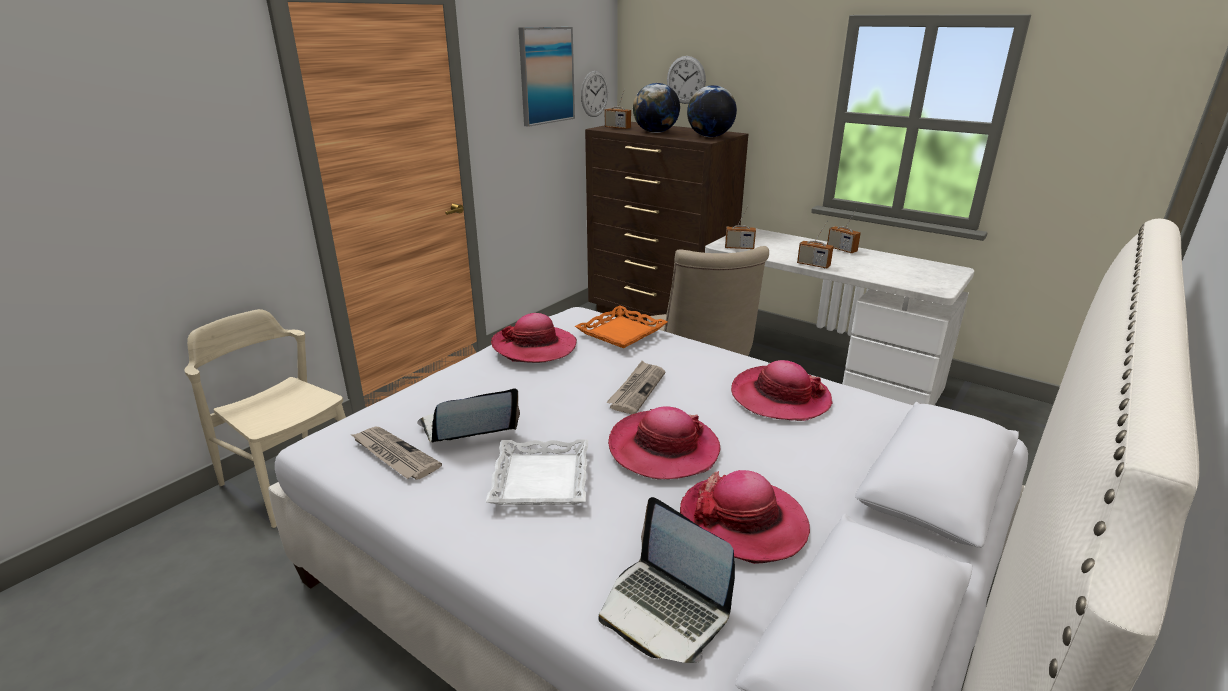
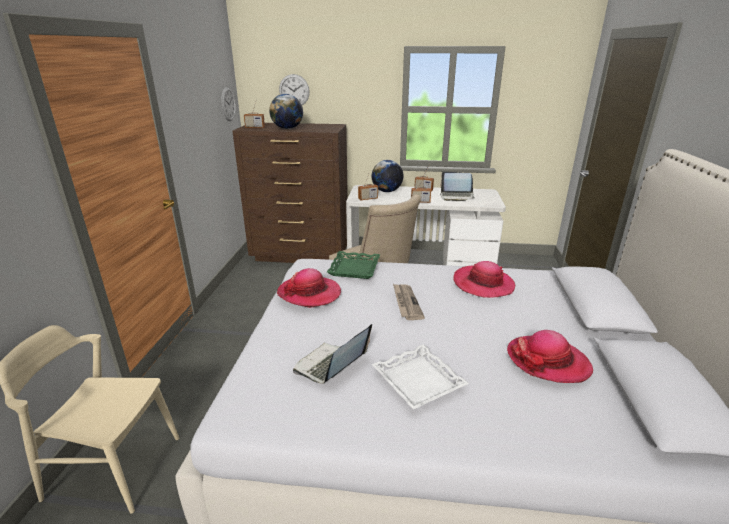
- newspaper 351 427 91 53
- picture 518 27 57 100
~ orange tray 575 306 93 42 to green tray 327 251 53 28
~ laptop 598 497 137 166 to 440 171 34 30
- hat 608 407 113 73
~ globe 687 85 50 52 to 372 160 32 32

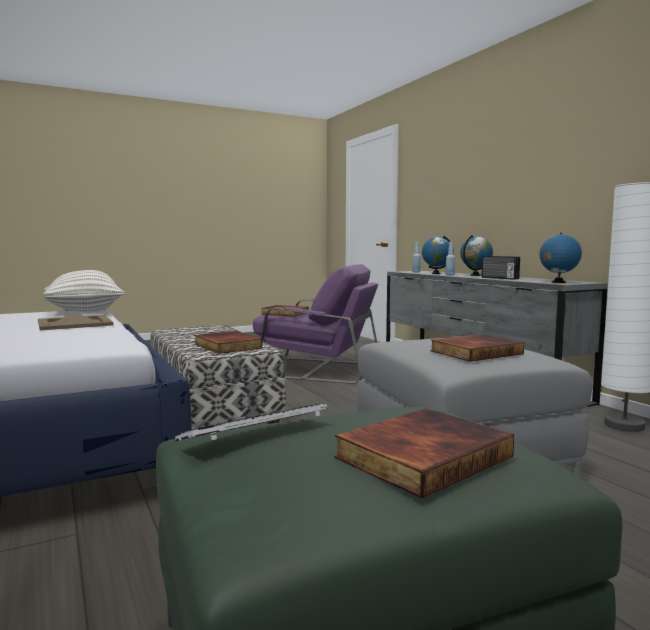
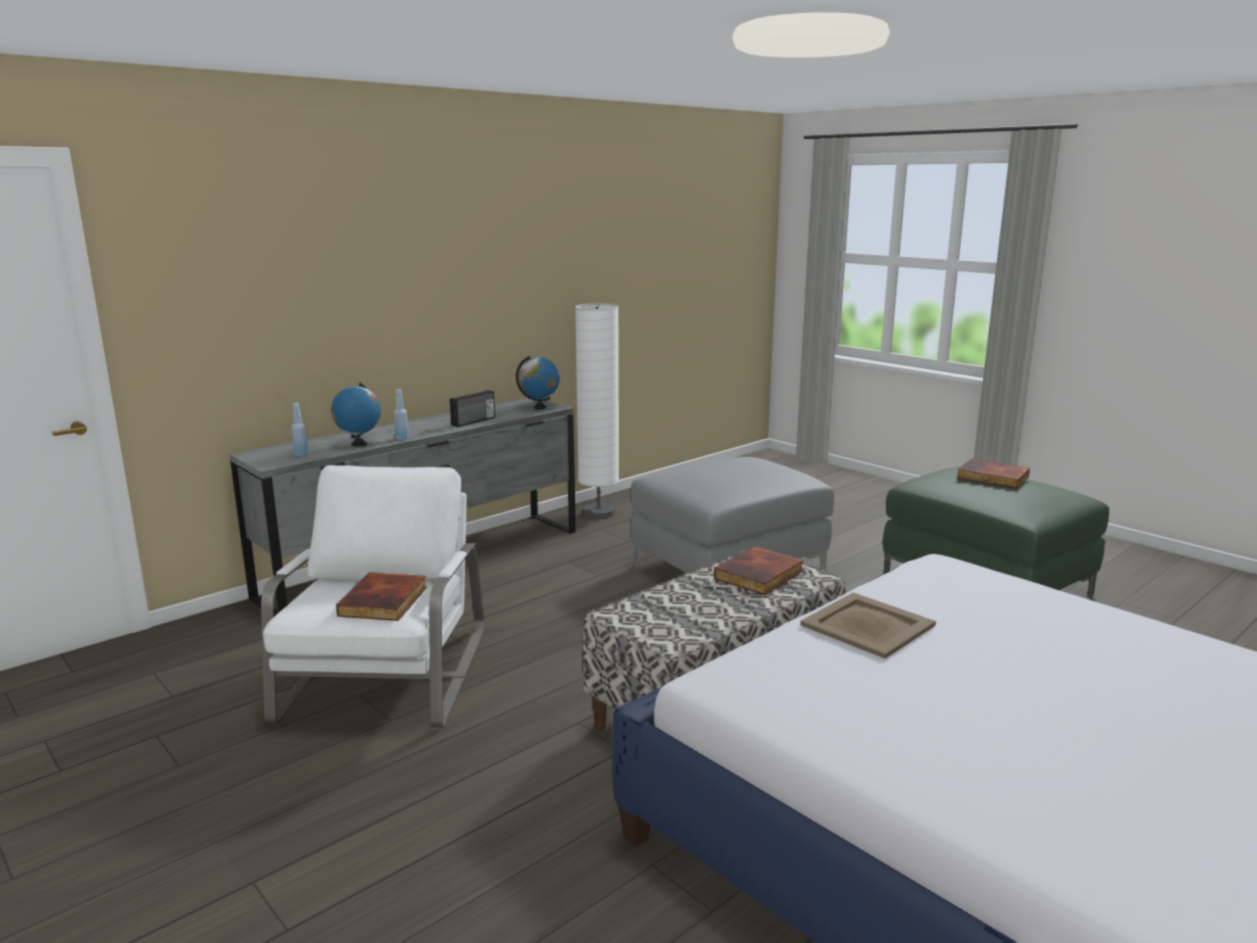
- pillow 43 270 82 42
- keyboard 175 403 153 38
~ purple armchair 253 264 125 120 to white armchair 261 465 223 263
- book 430 334 94 28
- globe 460 235 33 41

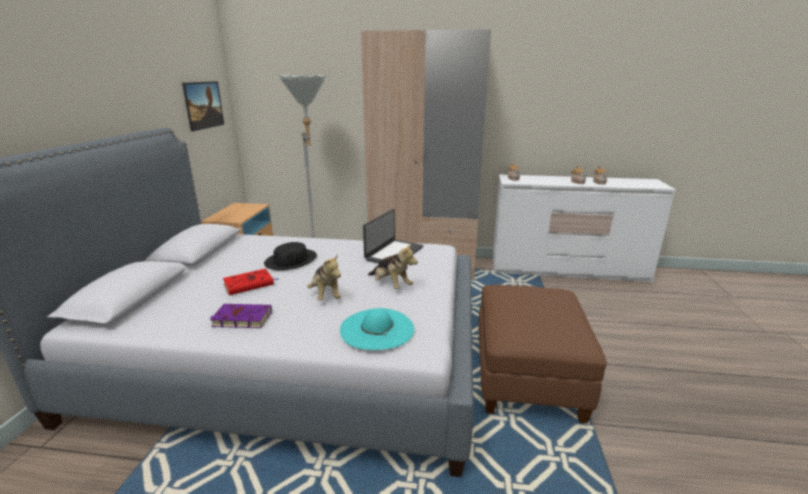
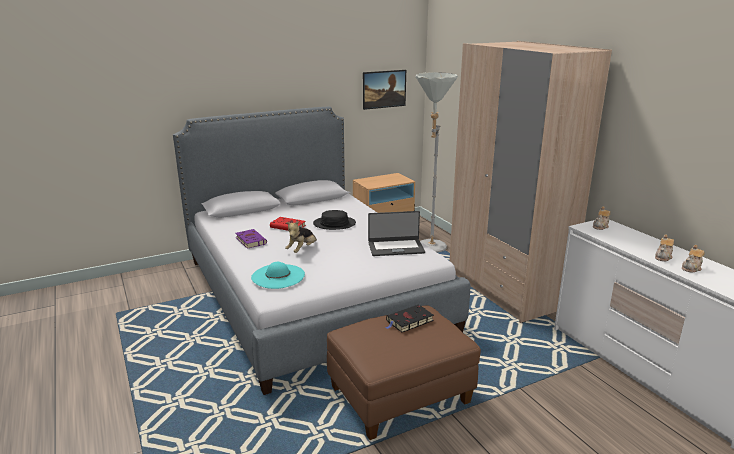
- plush toy 368 244 50 45
+ black book 385 304 49 28

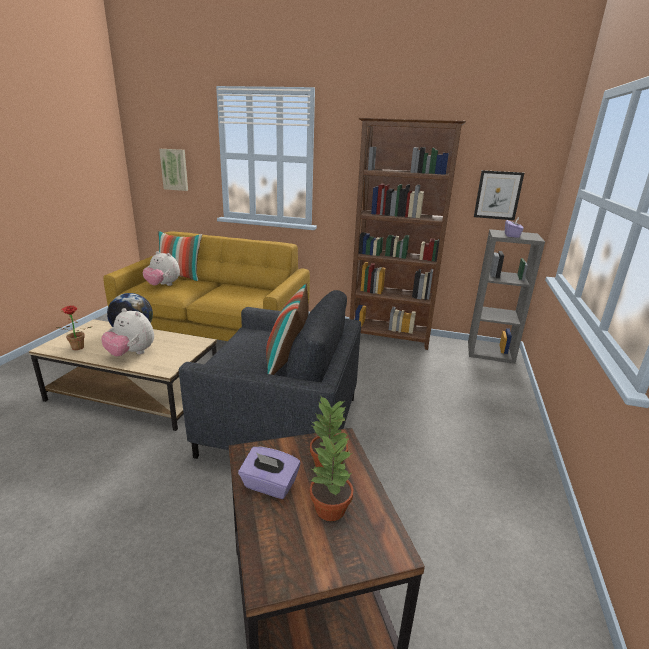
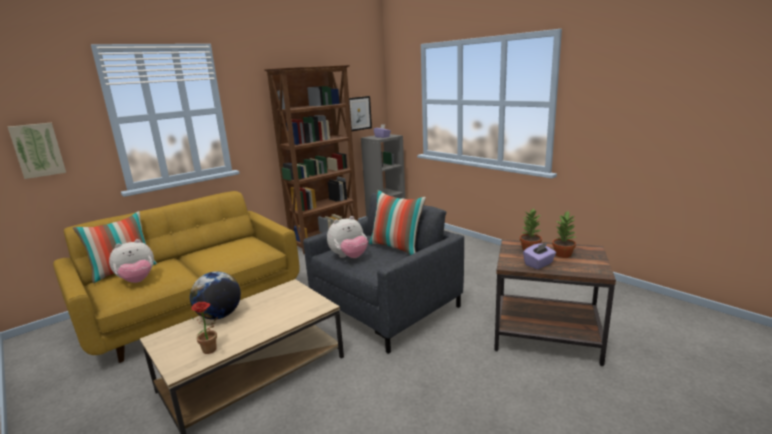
~ plush toy 101 308 53 49 to 327 216 41 42

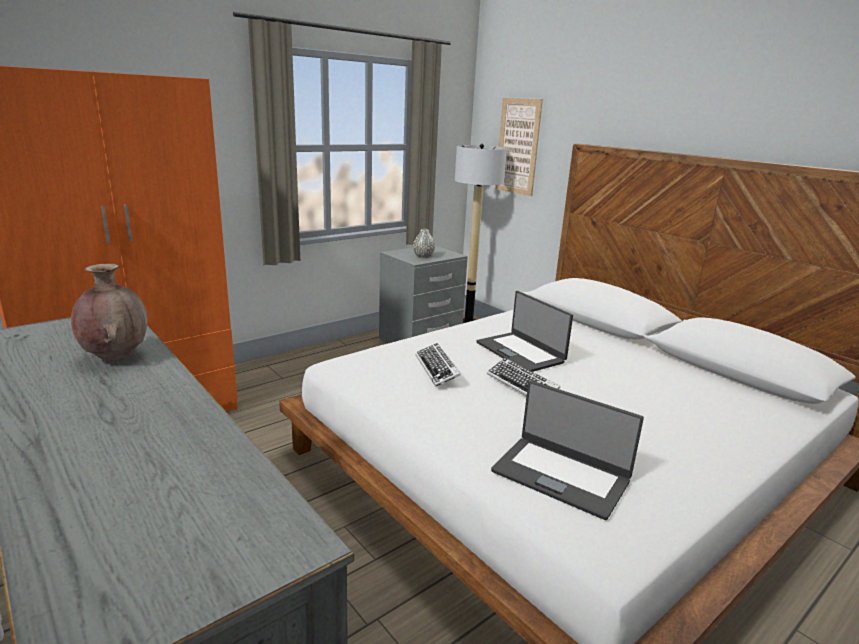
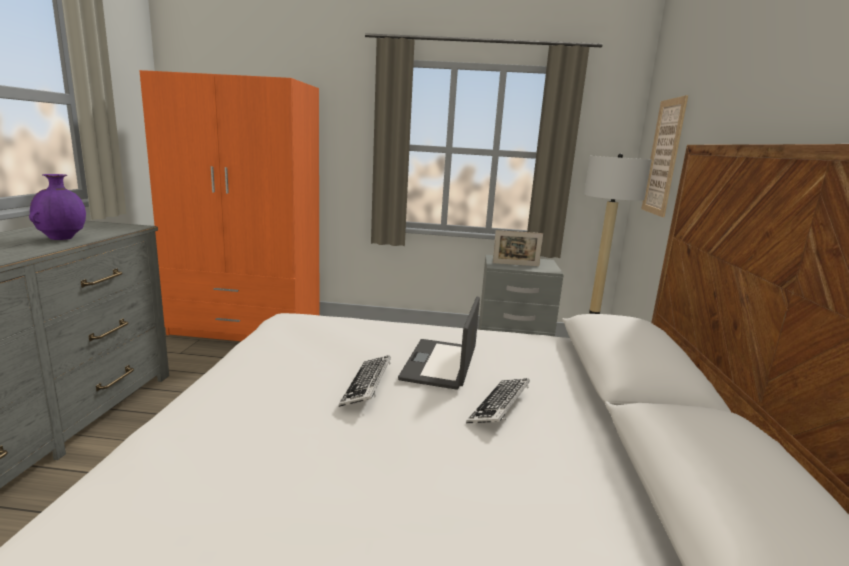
~ brown vase 71 264 76 98 to purple vase 29 174 57 66
~ grey vase 413 229 22 29 to picture frame 493 230 50 36
~ keyboard 416 343 45 44 to 466 378 64 45
- laptop 491 380 153 140

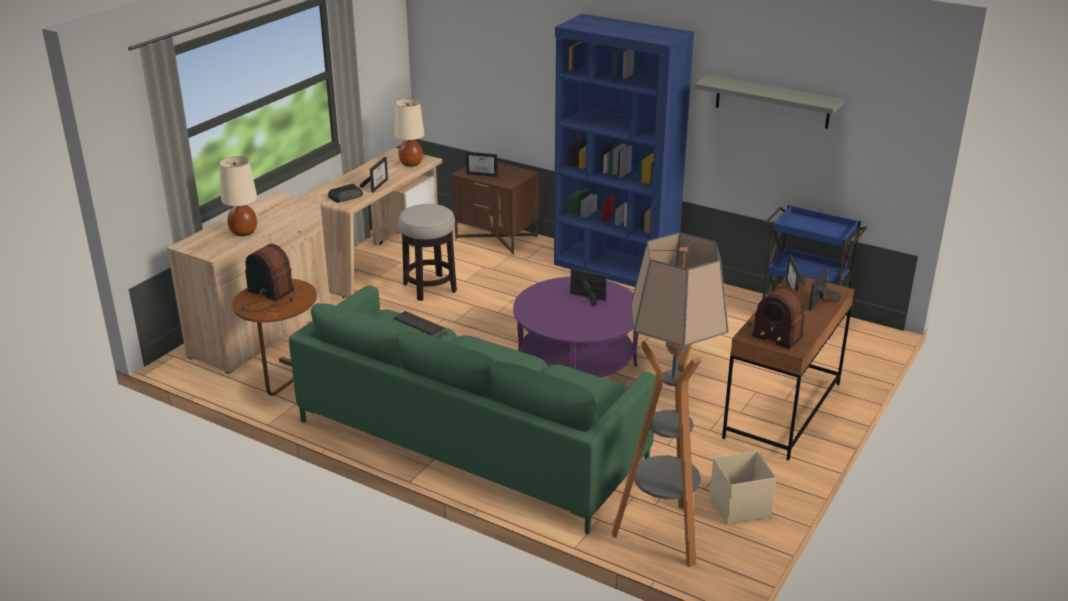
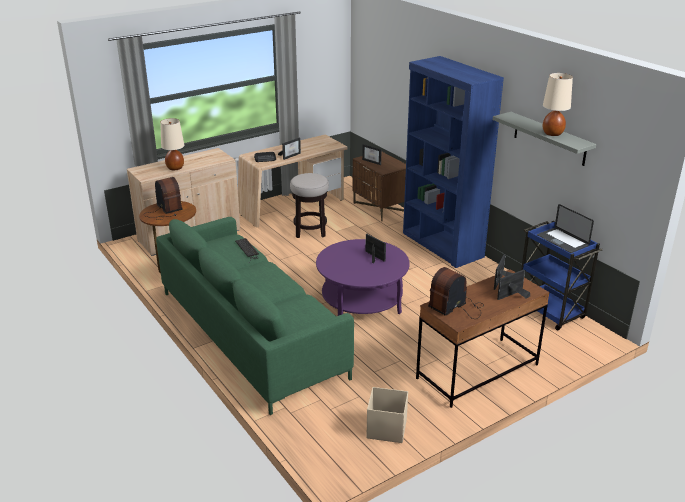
~ beige table lamp 395 98 29 69 to 543 73 30 63
- floor lamp 612 233 117 334
~ radio 747 286 58 63 = 428 267 56 52 75 degrees clockwise
+ laptop 537 204 57 49

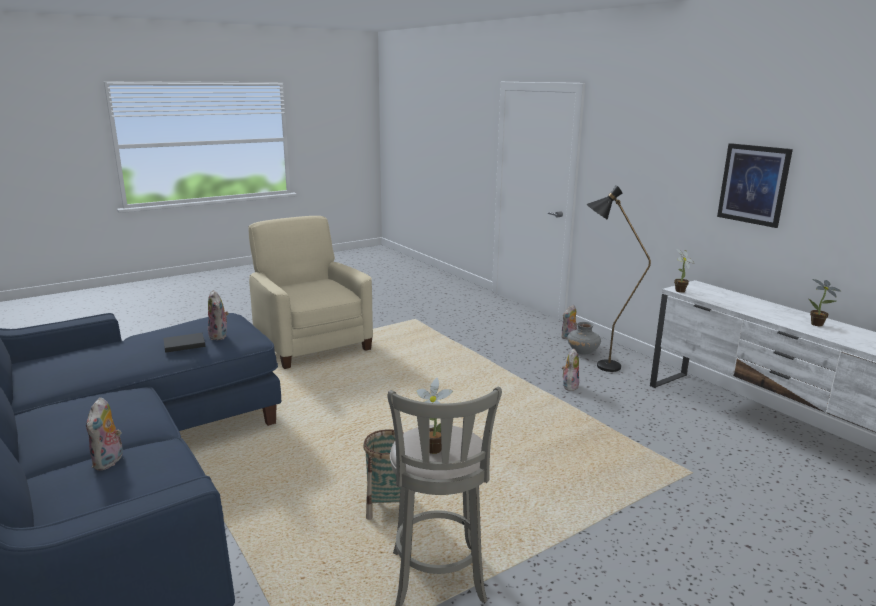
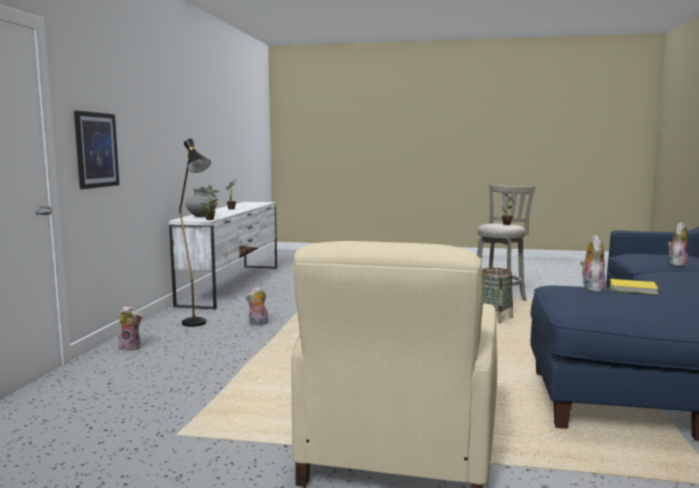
~ black book 163 333 43 20 to yellow book 610 279 48 15
~ grey vase 567 322 34 32 to 186 188 31 29
~ picture 717 143 76 85 to 74 111 45 78

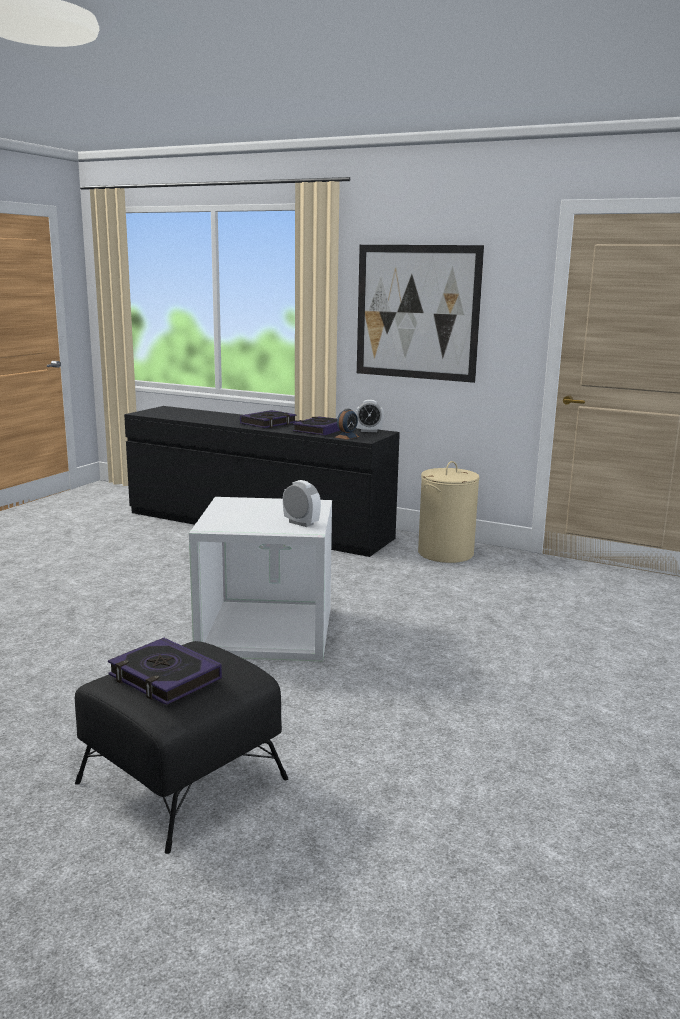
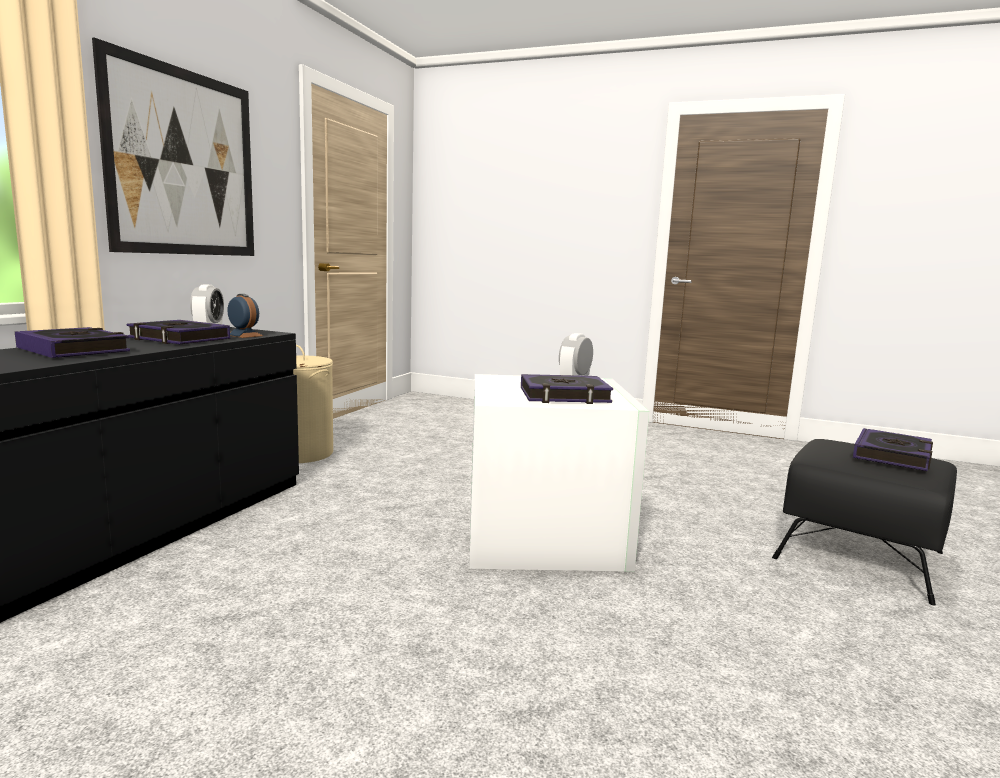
+ book 521 374 92 30

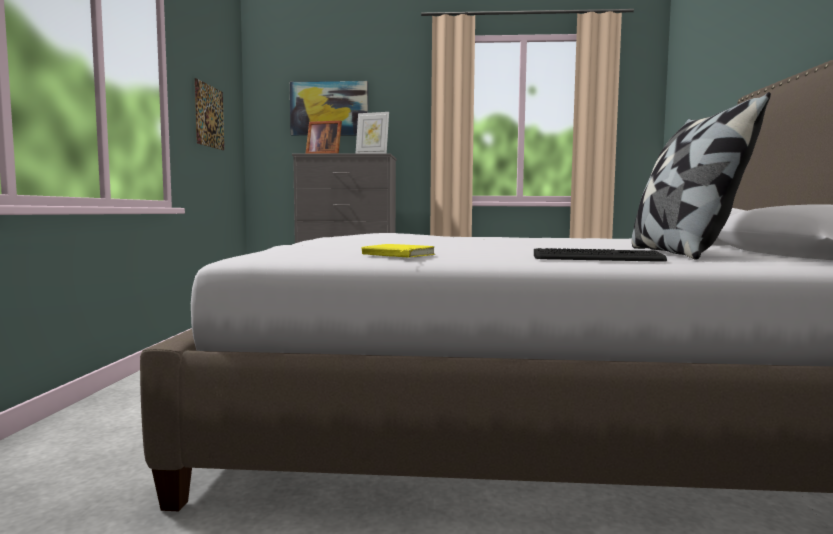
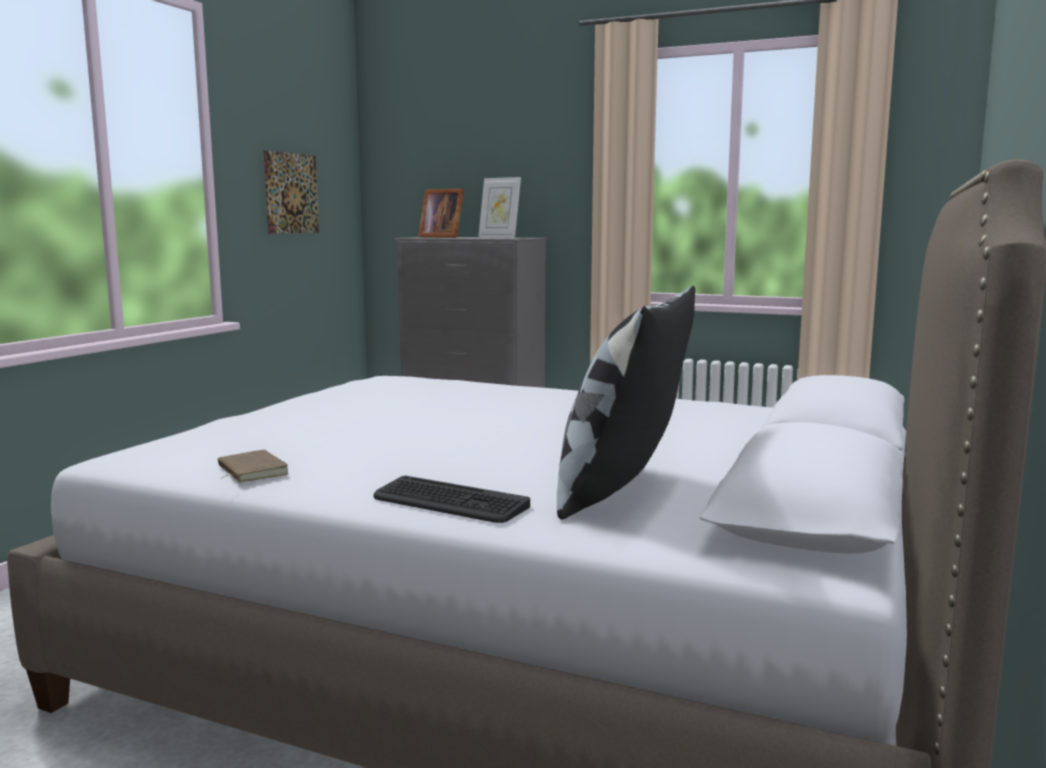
- picture 290 81 78 55
~ yellow book 362 244 73 13 to brown book 218 449 71 33

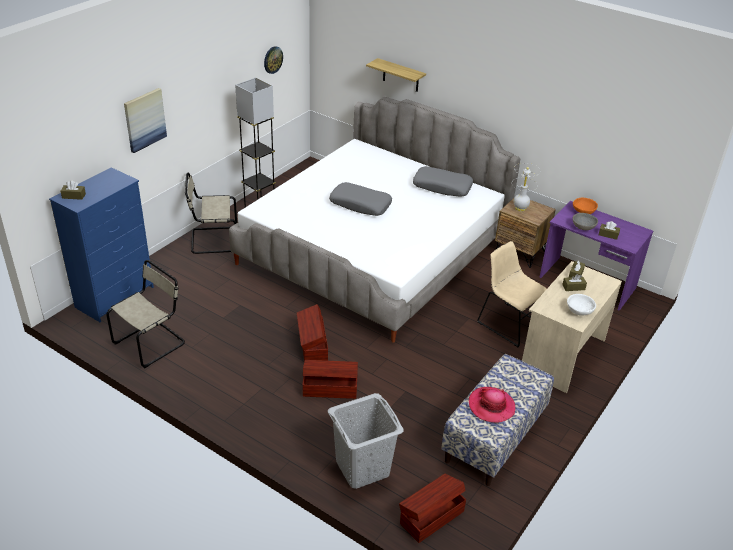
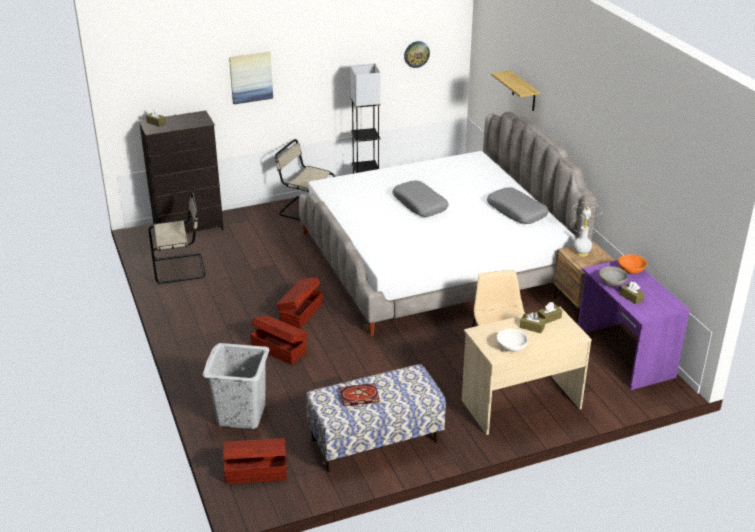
~ blue dresser 49 167 105 155 to black dresser 139 111 85 122
~ hat 469 387 46 36 to book 339 383 41 23

